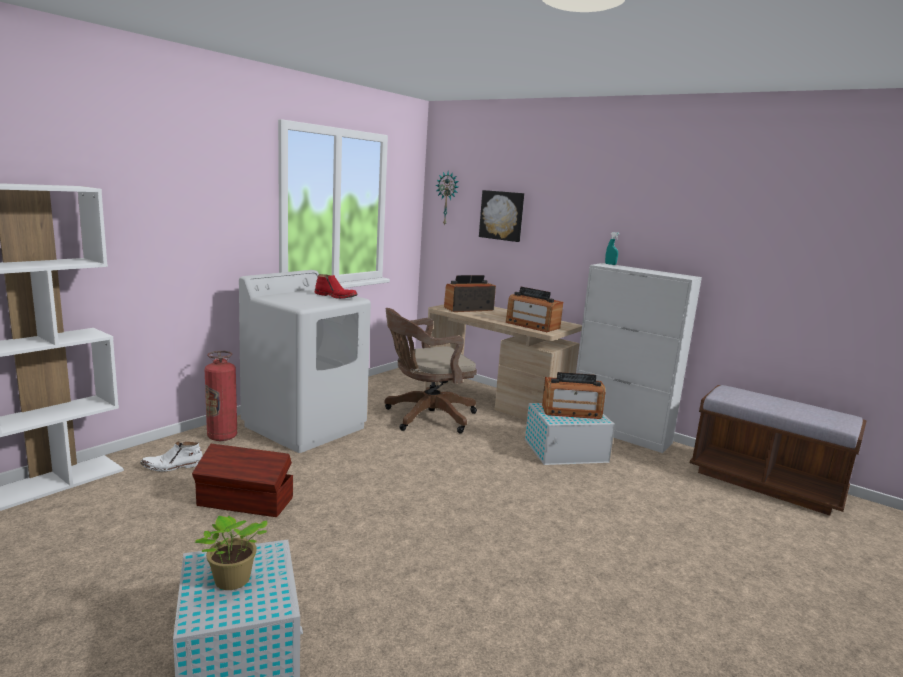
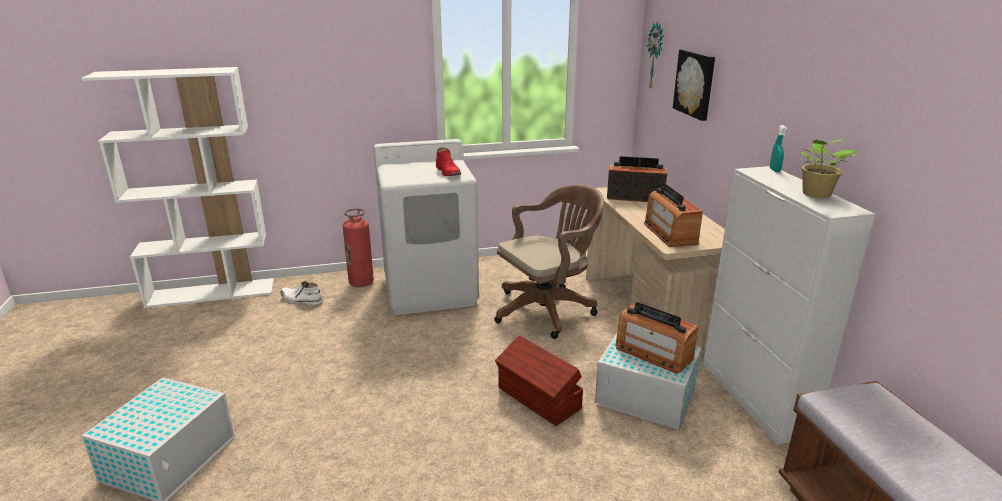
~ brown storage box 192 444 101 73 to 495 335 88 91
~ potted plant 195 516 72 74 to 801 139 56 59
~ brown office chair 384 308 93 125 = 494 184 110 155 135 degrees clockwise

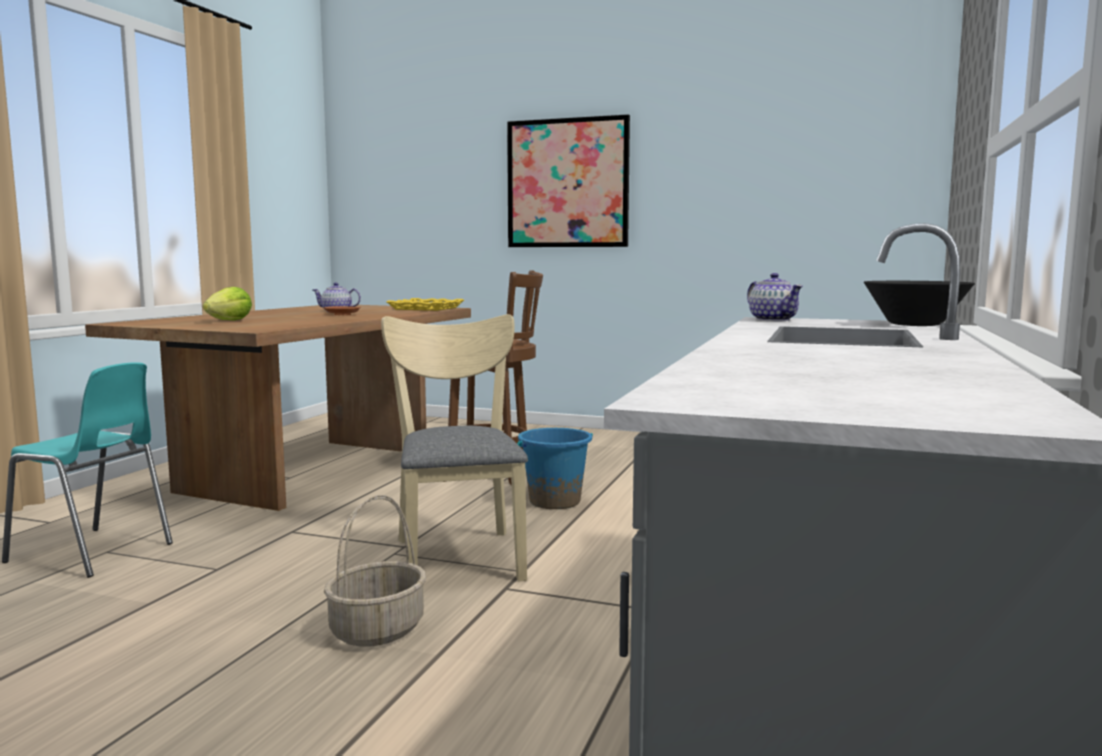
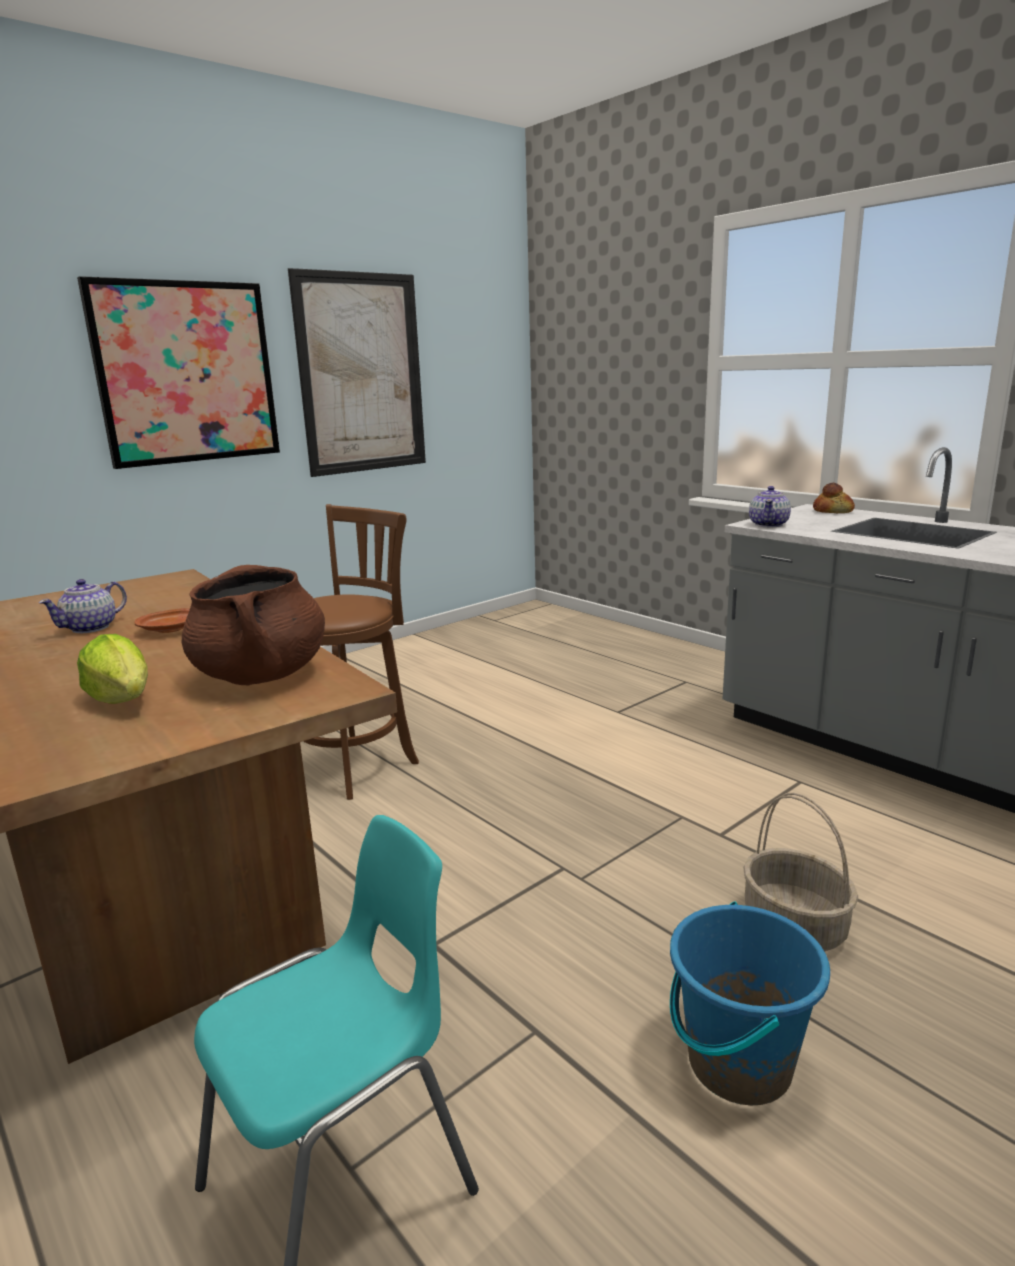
- beige chair 381 314 147 268
- yellow tray 387 298 77 13
~ blue bucket 517 428 76 81 to 670 901 160 205
~ teapot 747 273 56 48 = 749 486 42 41 105 degrees clockwise
~ black bowl 864 281 111 45 to bread 813 483 42 30
+ brown cooking pot 182 565 143 120
+ picture 288 268 138 209

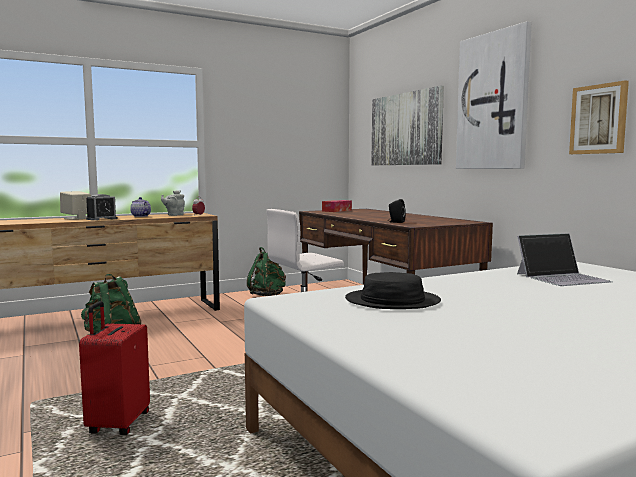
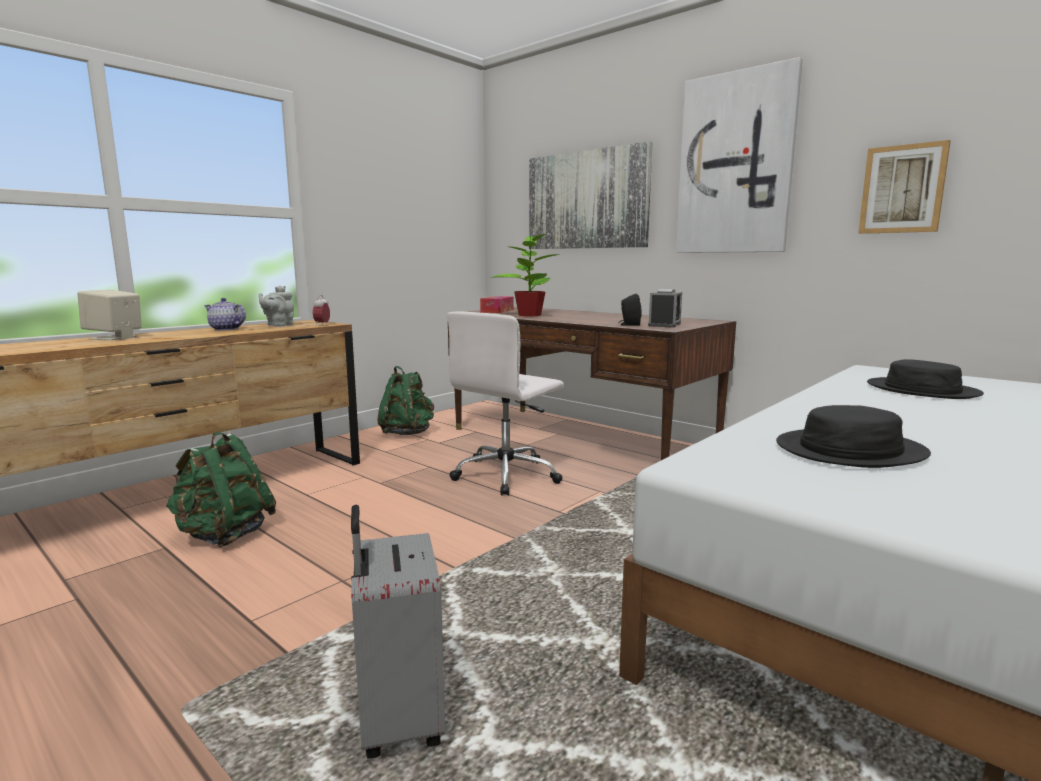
~ red suitcase 79 301 71 134 to grey suitcase 351 505 94 254
~ alarm clock 86 194 32 27 to 648 289 34 38
~ laptop 517 233 96 53 to black hat 867 359 117 40
+ potted plant 491 233 69 83

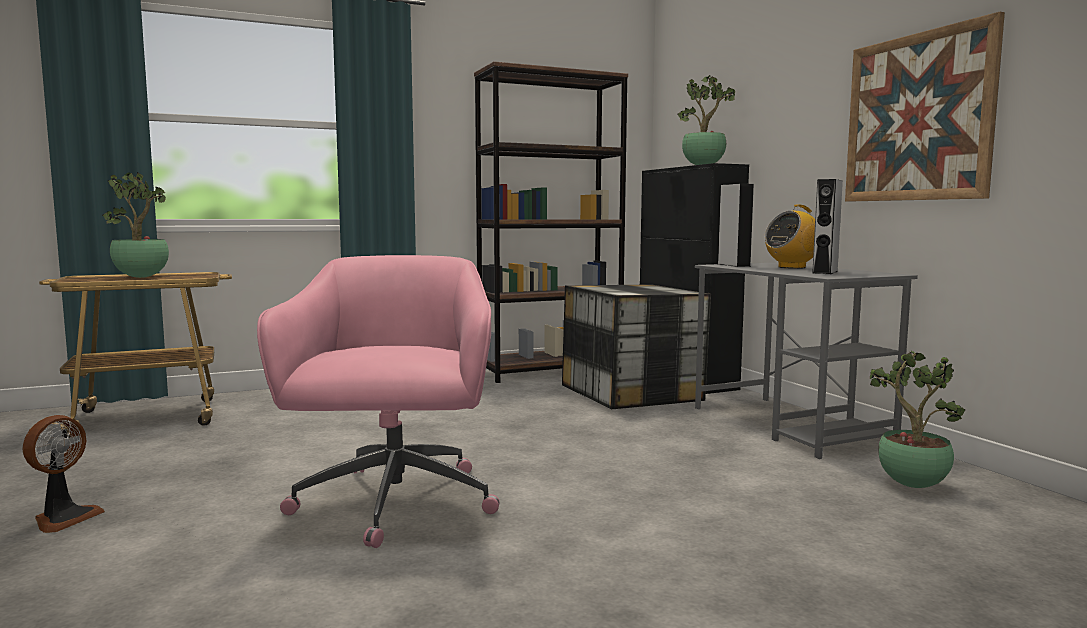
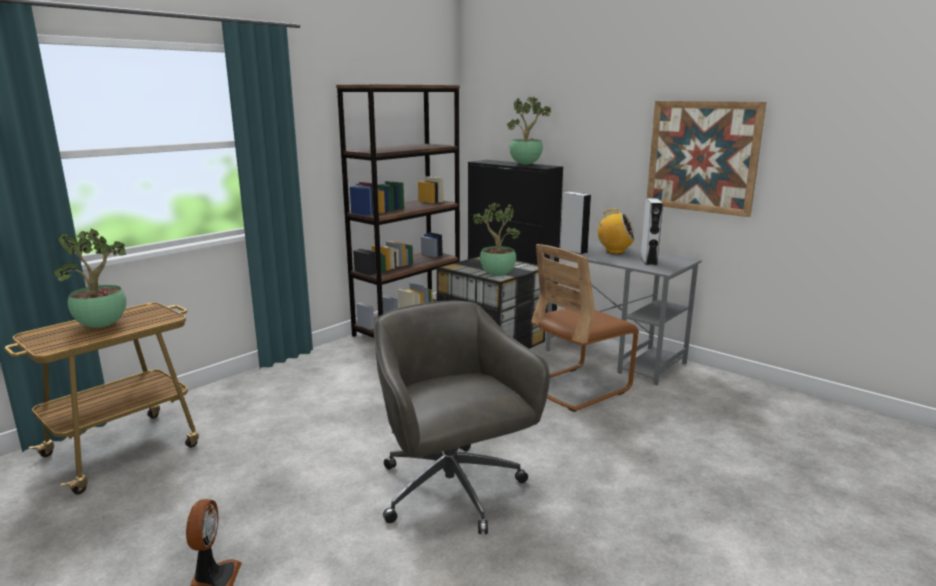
~ pink office chair 257 255 243 293 to grey office chair 374 301 176 233
~ radio 765 205 50 64 = 597 209 38 45 105 degrees counterclockwise
~ potted plant 870 351 95 137 to 473 202 47 74
+ brown chair 531 244 108 168

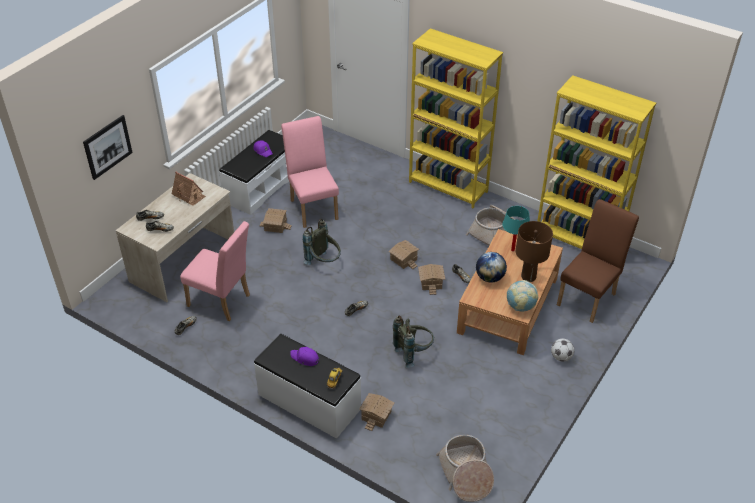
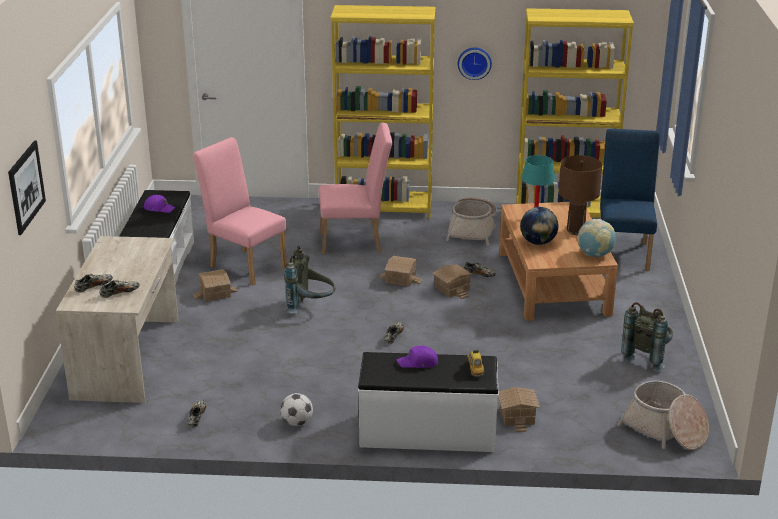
- toy house 172 172 34 34
~ pink chair 180 221 70 100 to 319 123 74 131
~ grey backpack 393 315 41 53 to 621 302 52 69
~ football 551 339 23 23 to 280 393 33 33
~ brown chair 557 199 82 124 to blue chair 600 129 60 142
+ wall clock 458 47 34 33

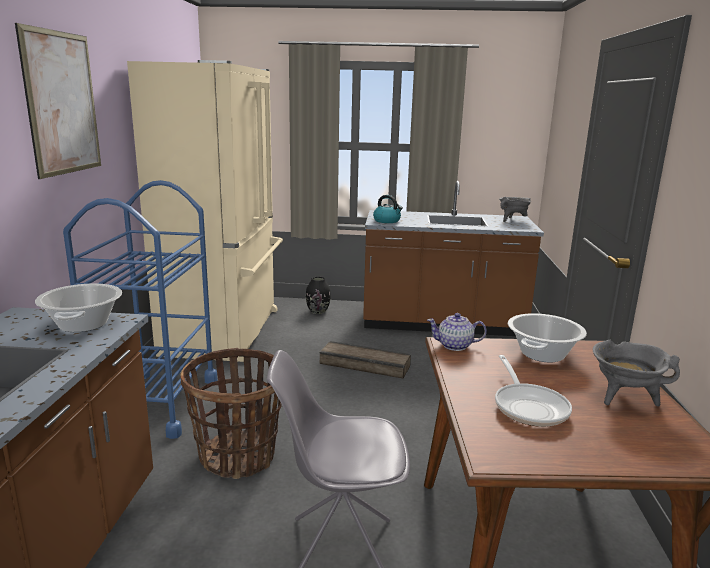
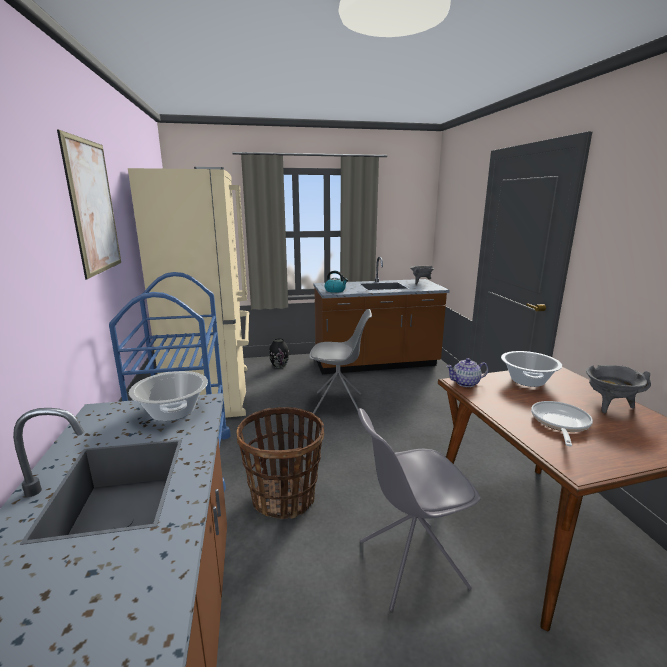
~ crate 320 341 91 37 to grey chair 309 309 63 105
~ frying pan 495 355 77 72 = 531 401 62 45 135 degrees counterclockwise

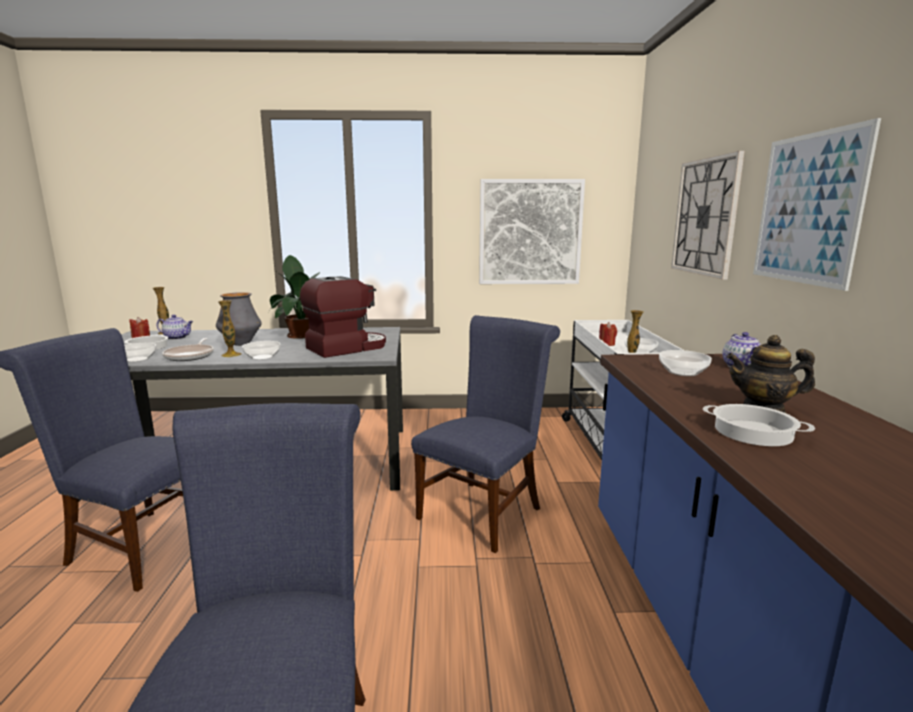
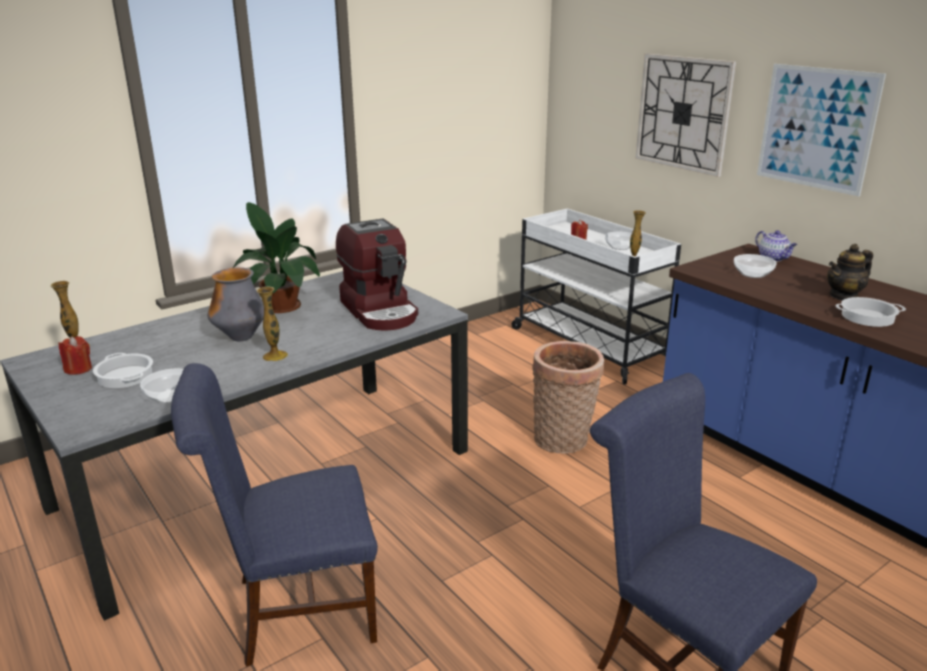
- teapot 156 315 37 25
- frying pan 162 338 52 23
- bowl 242 341 39 19
~ coffee machine 300 276 86 82 = 336 219 82 112 135 degrees clockwise
~ blue chair 411 315 149 238 to basket 532 341 72 113
- picture 479 179 106 105

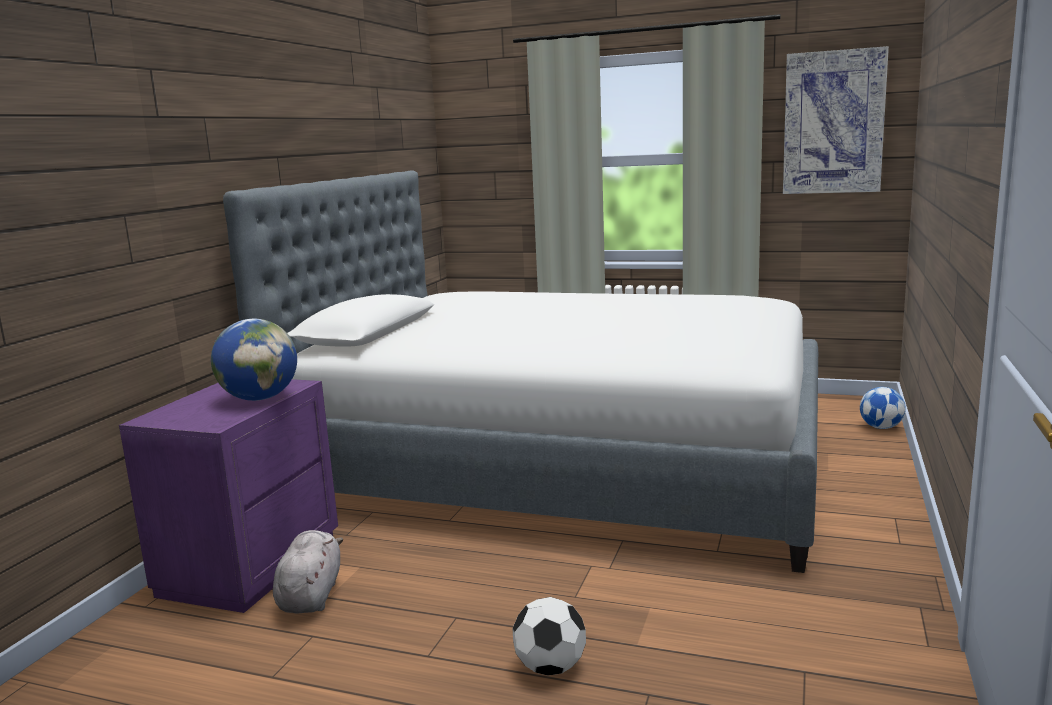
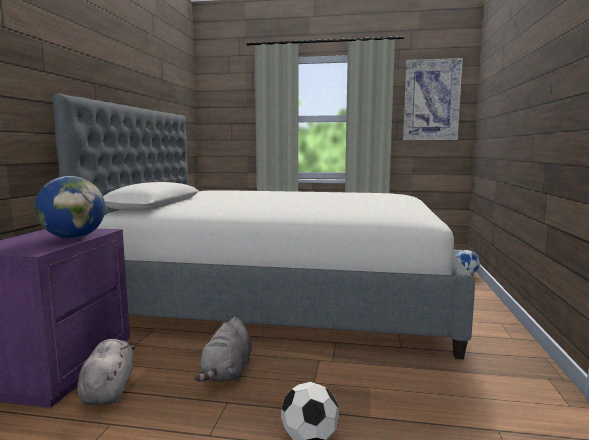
+ grey plush toy 194 317 58 65

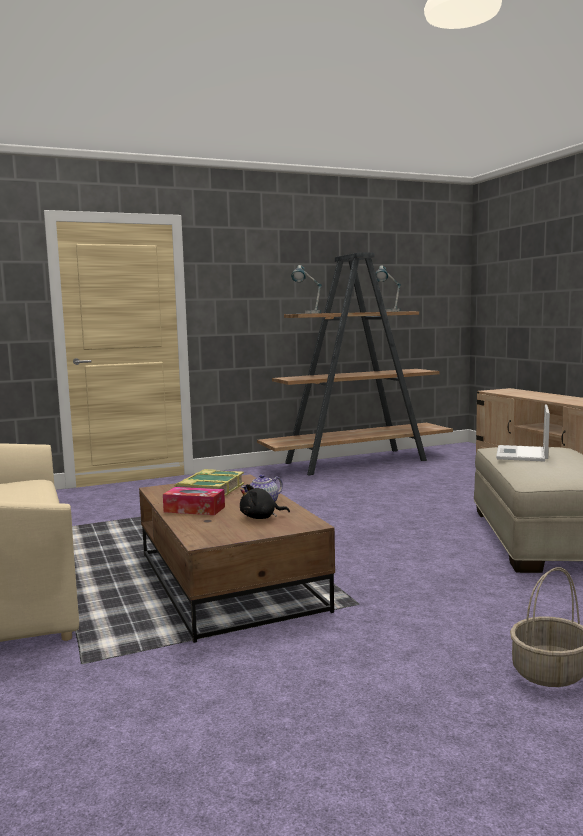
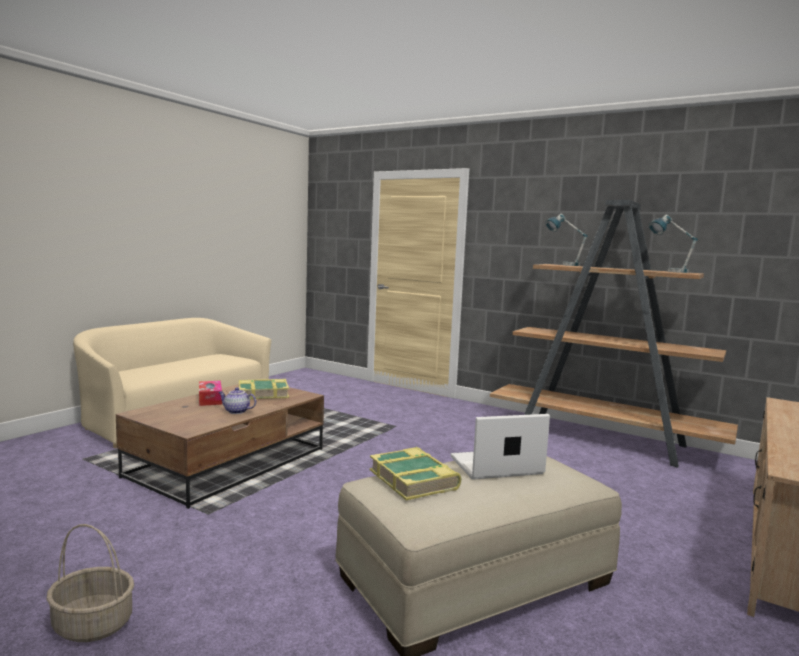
- black plush toy 240 484 50 35
+ book 370 447 92 53

